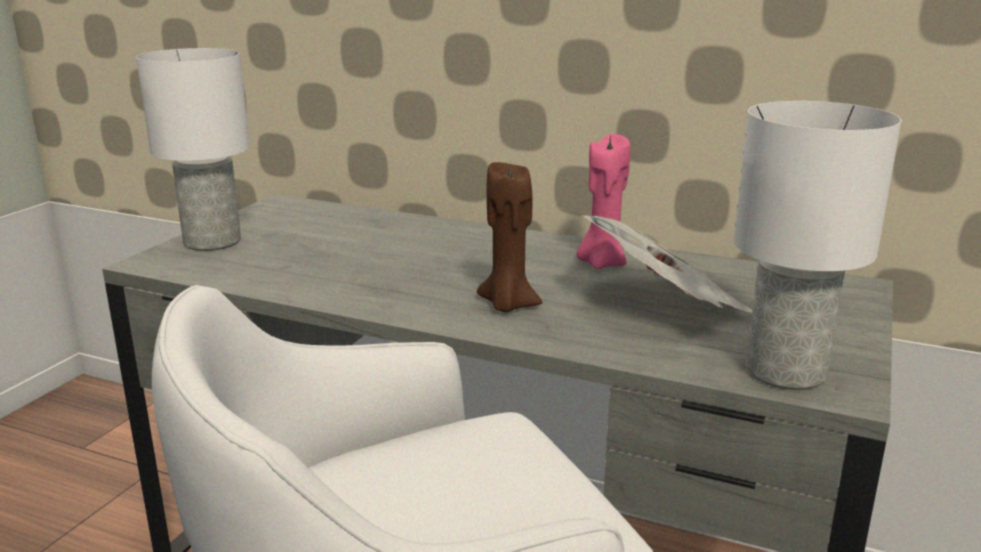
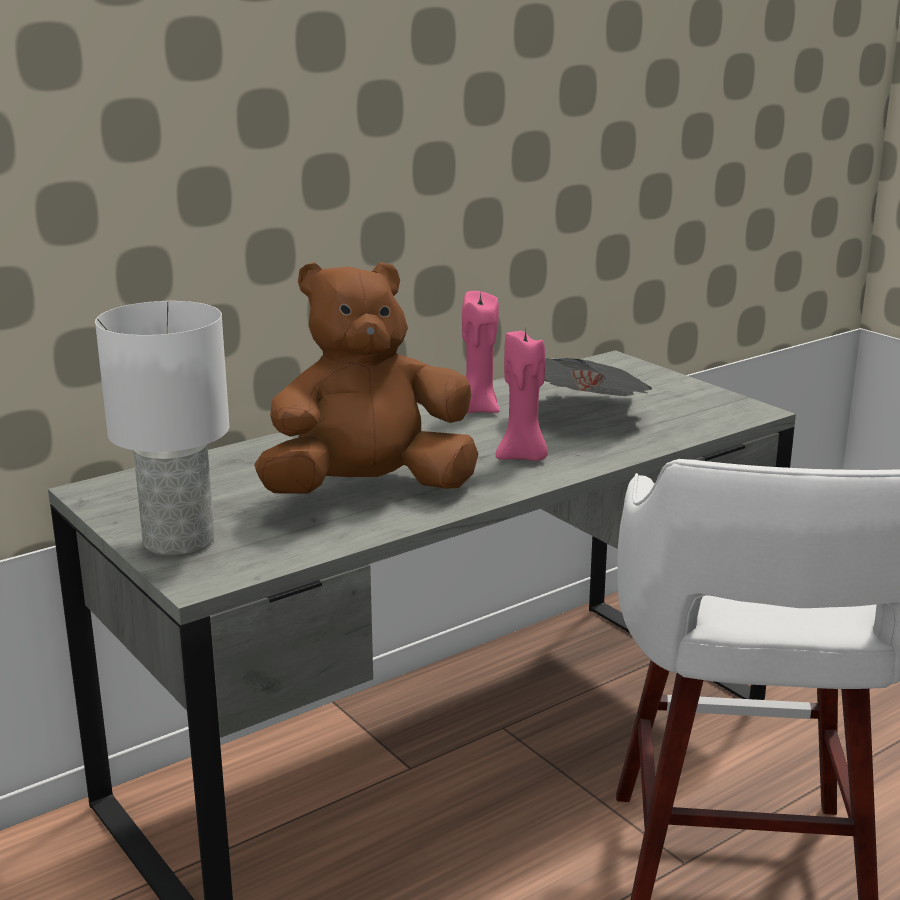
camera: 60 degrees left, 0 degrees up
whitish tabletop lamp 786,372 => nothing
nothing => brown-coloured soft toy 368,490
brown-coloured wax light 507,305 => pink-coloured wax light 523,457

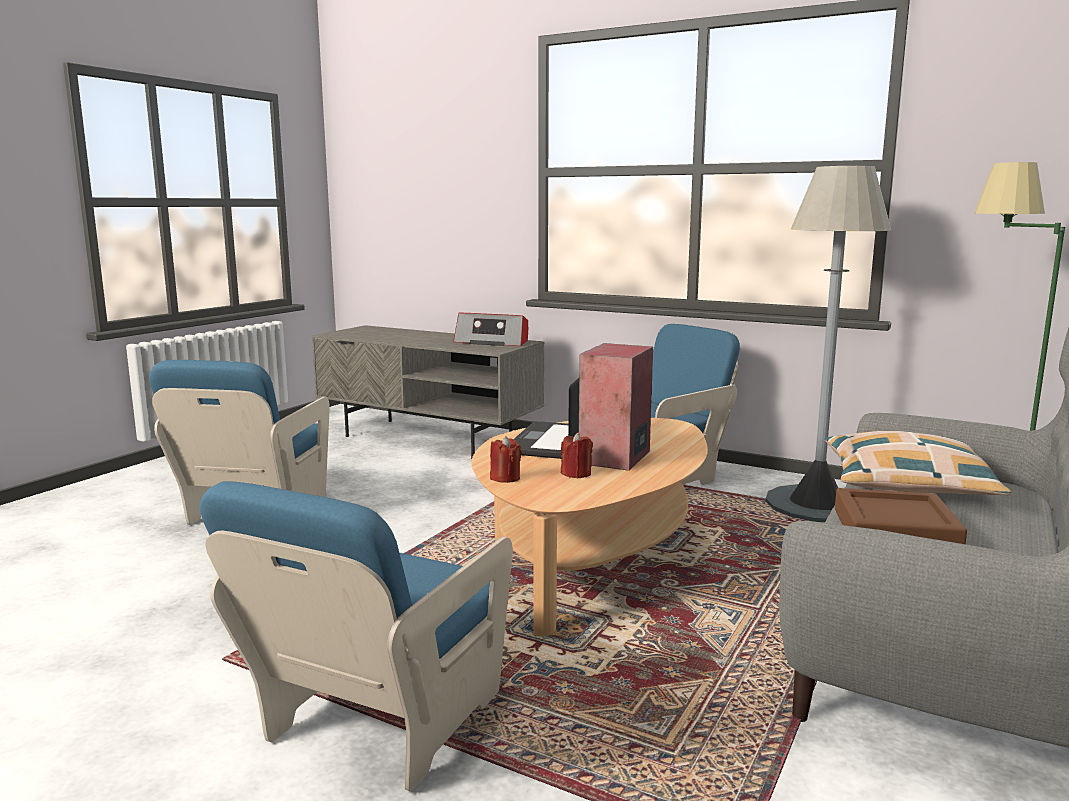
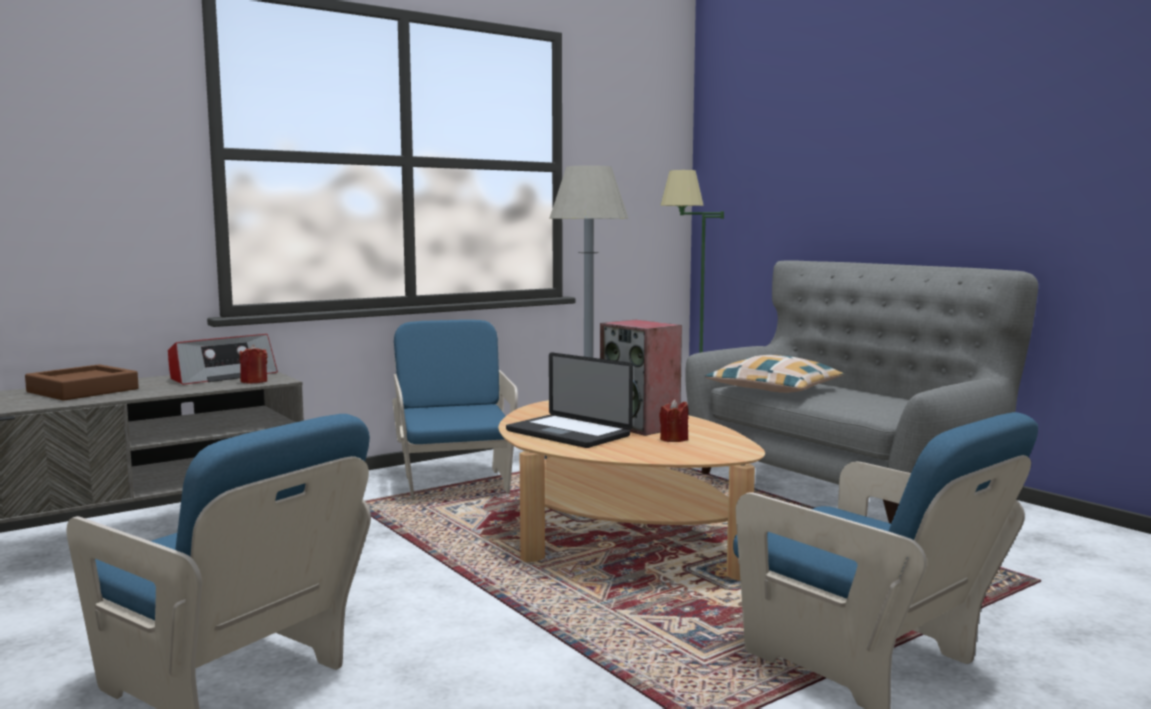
camera: 65 degrees left, 5 degrees down
red wax light 505,478 => red wax light 254,381, moved
brown-coloured tray 895,530 => brown-coloured tray 83,390, moved

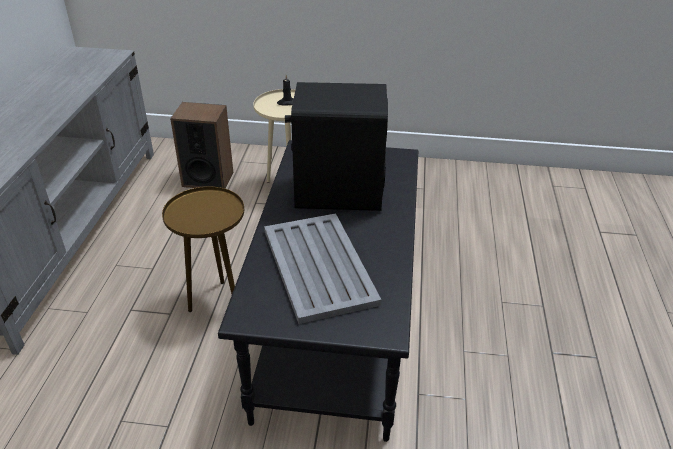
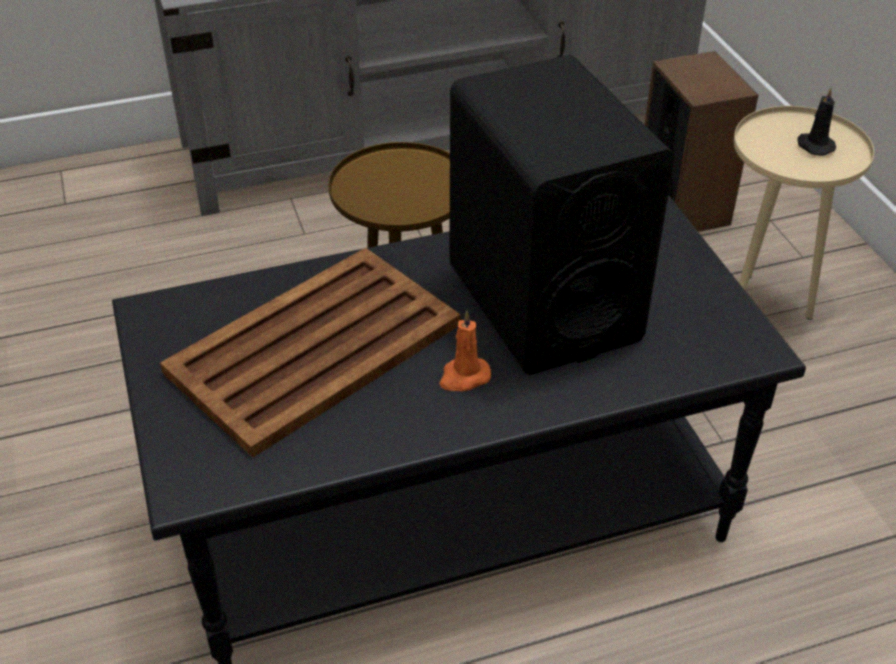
camera: 65 degrees right, 5 degrees up
nothing => orange-coloured wax light 464,377
grey tray 319,267 => brown-coloured tray 311,349

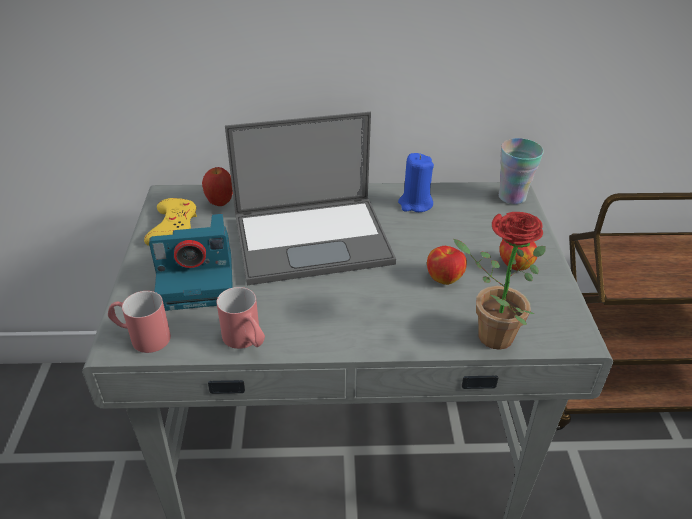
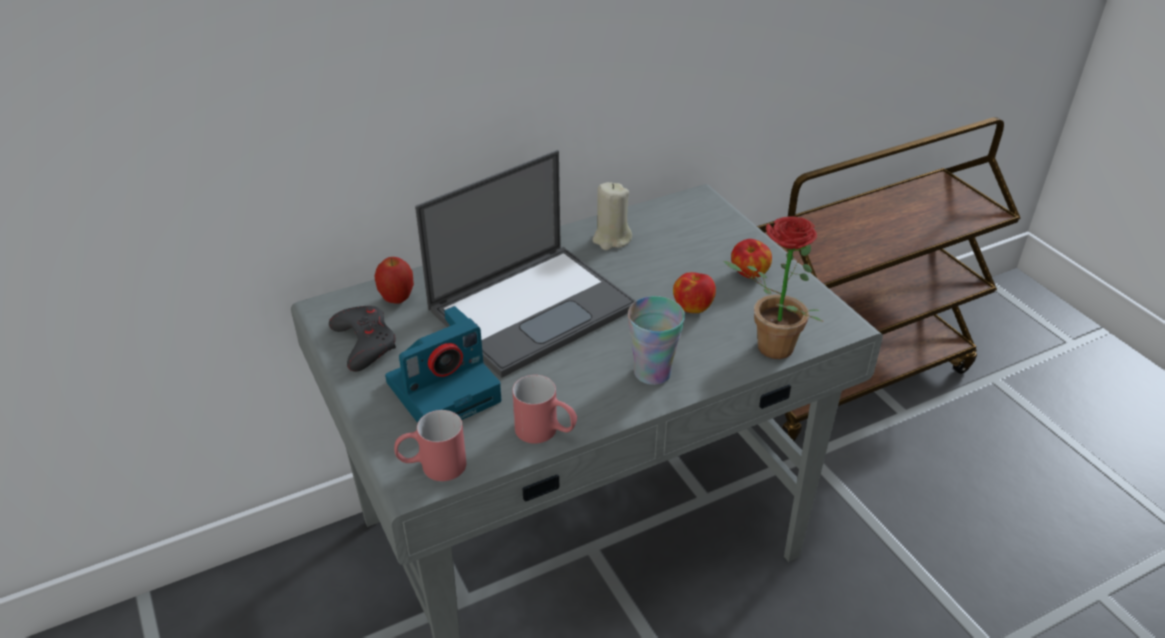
camera: 25 degrees left, 0 degrees up
small cup 512,197 => small cup 652,372, moved
yellow-coloured game controller 173,227 => grey game controller 364,342
bluish wax light 415,204 => sand-coloured wax light 611,239

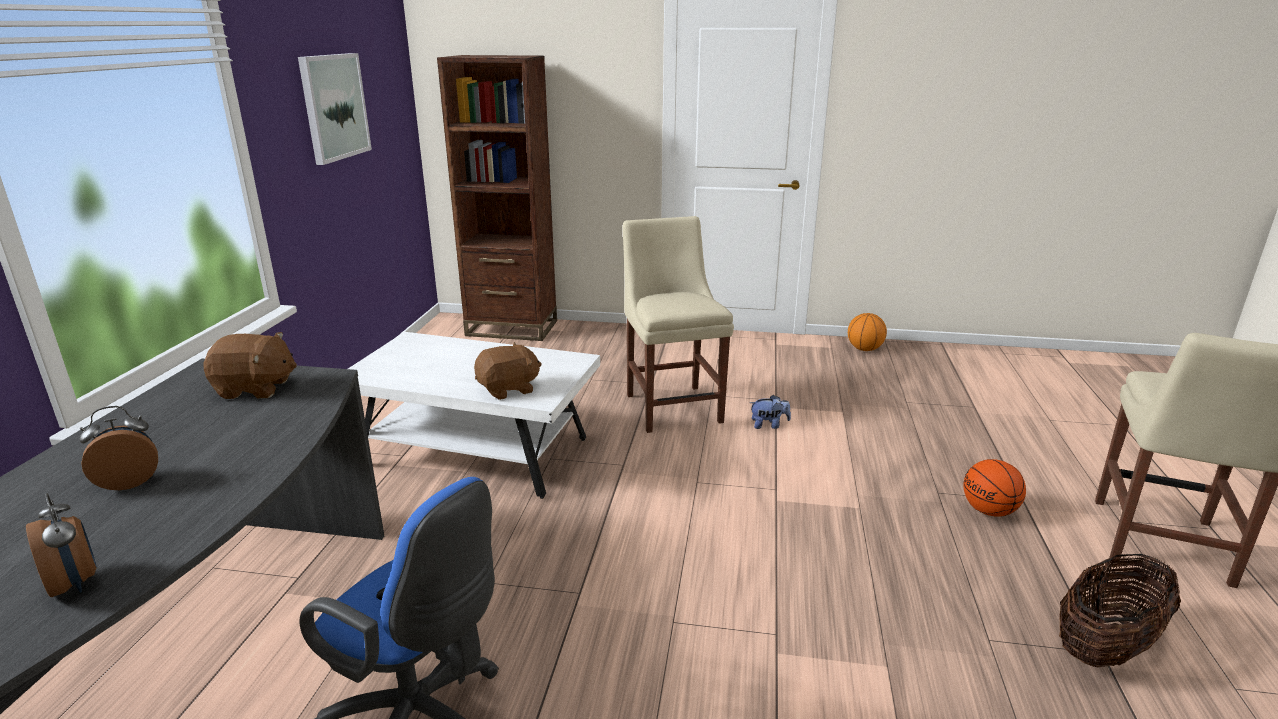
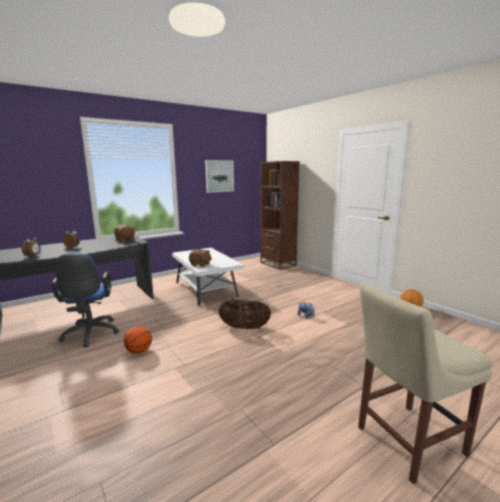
camera: 45 degrees right, 10 degrees down
sand-coloured upright chair 672,406 => nothing
ball for basketball 989,511 => ball for basketball 139,351, moved
basket 1105,646 => basket 244,327, moved

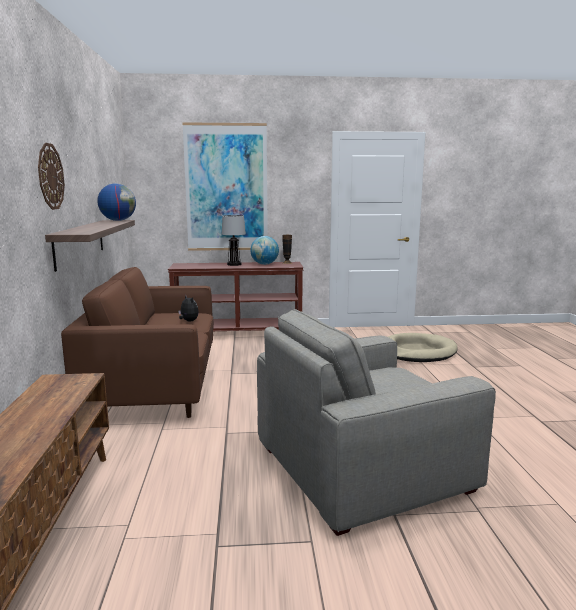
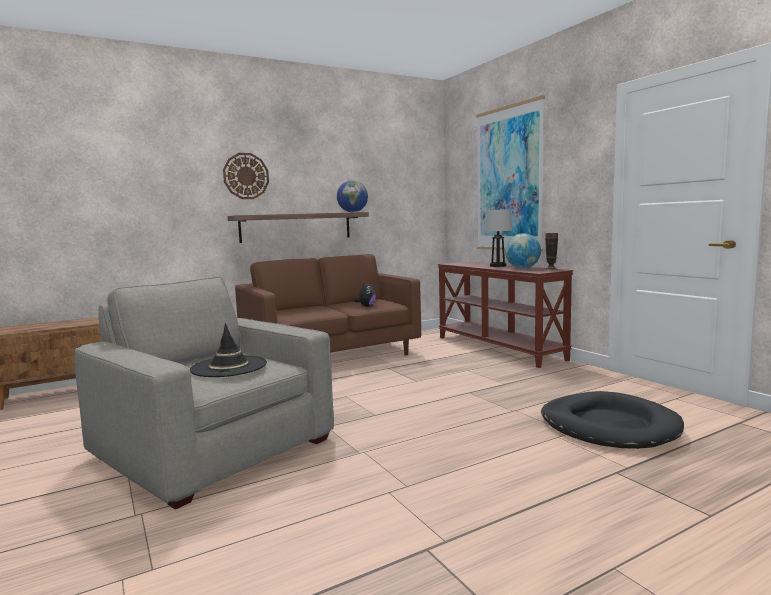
camera: 65 degrees right, 5 degrees down
nothing => black-coloured wearable hat 229,367
sand-coloured pet bed 416,352 => black-coloured pet bed 608,426

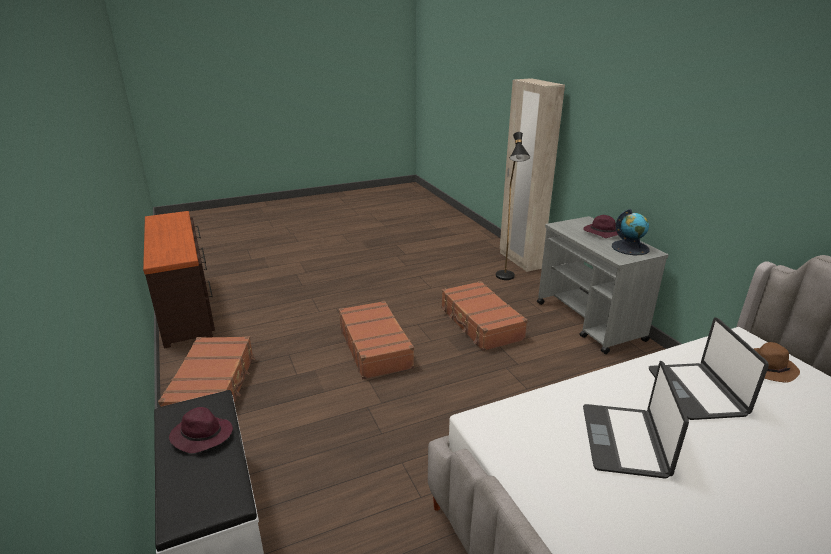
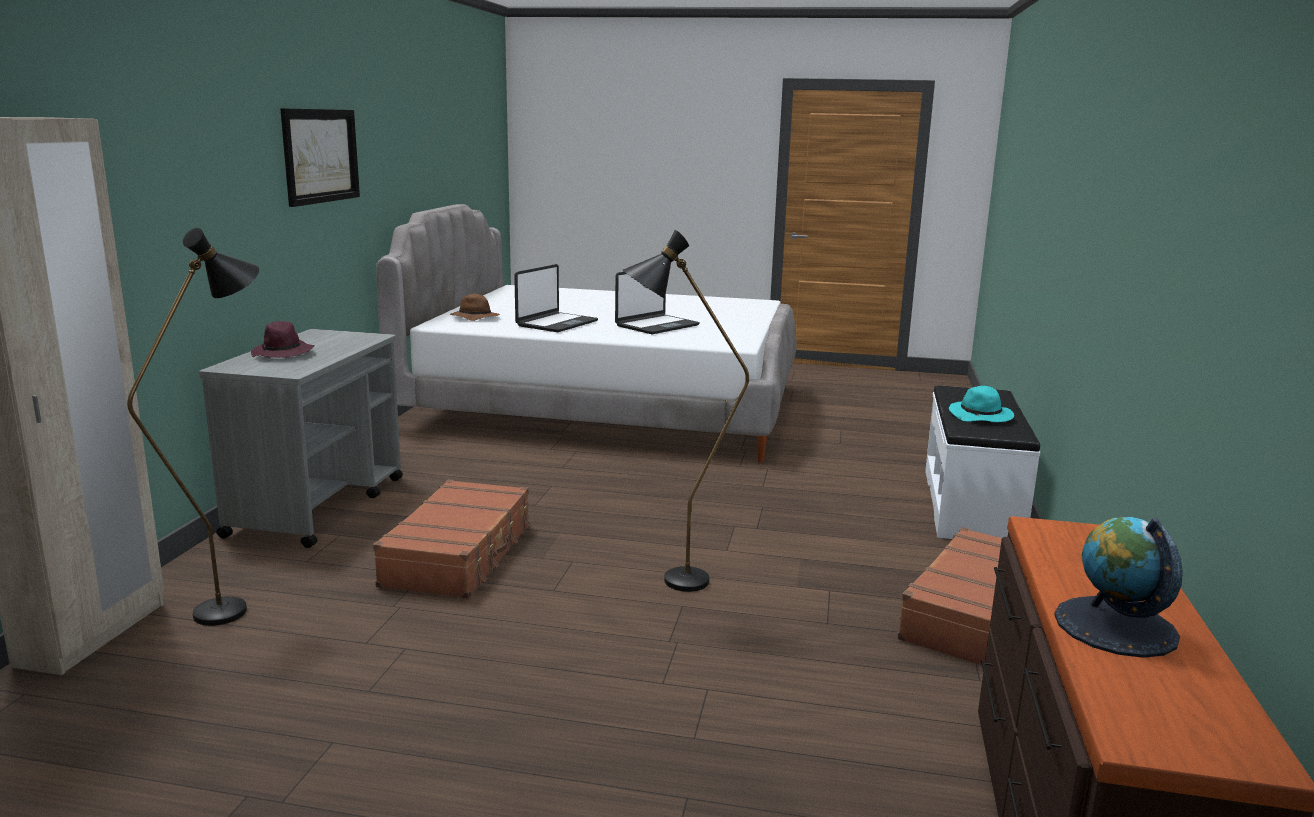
camera: 145 degrees left, 10 degrees down
nothing => wall picture 320,156
globe 630,247 => globe 1115,626, moved
brown-coloured suitcase 375,347 => black-coloured standard lamp 669,582
purple-coloured wearable hat 201,435 => turquoise-coloured wearable hat 981,416

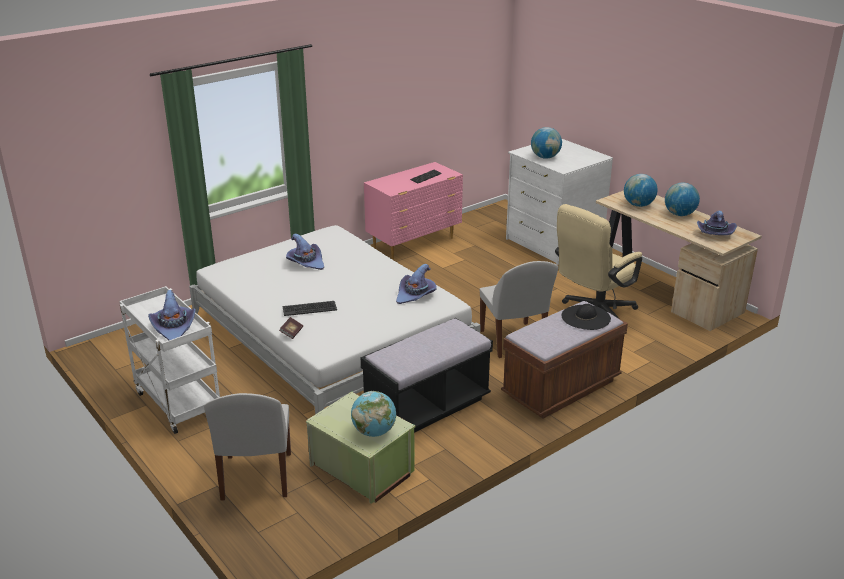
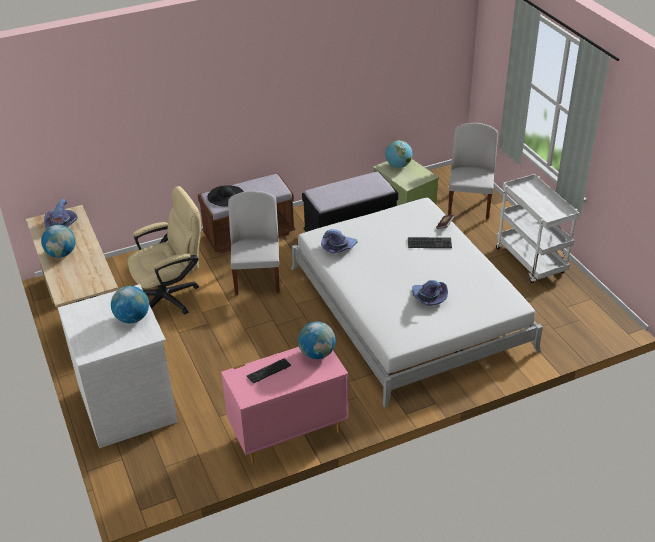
camera: 165 degrees left, 10 degrees up
purple-coloured wearable hat 174,327 => nothing
globe 638,205 => globe 317,353, moved

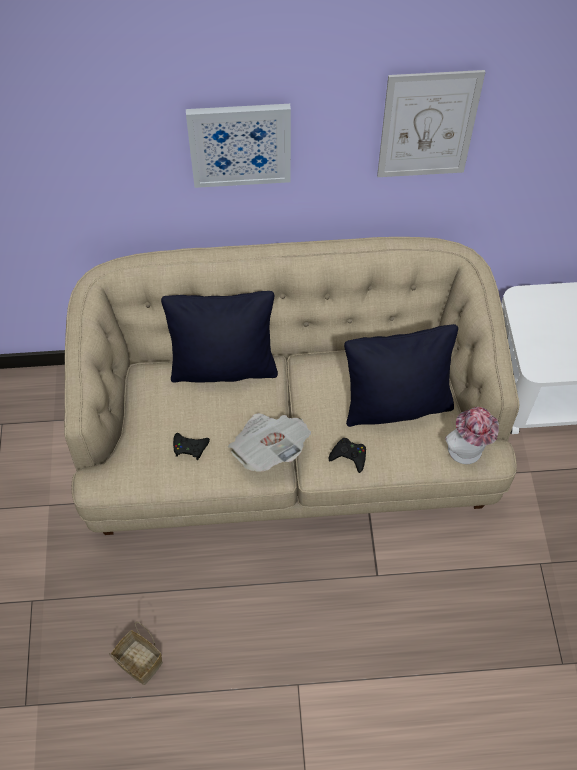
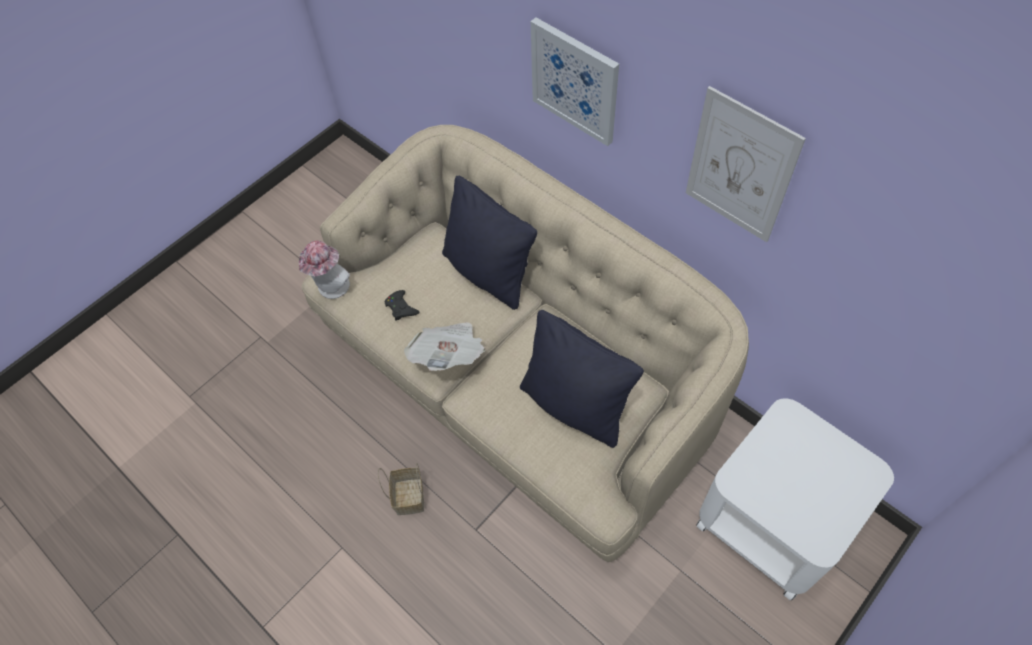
camera: 50 degrees right, 0 degrees up
black-coloured game controller 349,456 => nothing
basket 138,662 => basket 408,495, moved
wearable hat 467,453 => wearable hat 331,289, moved

